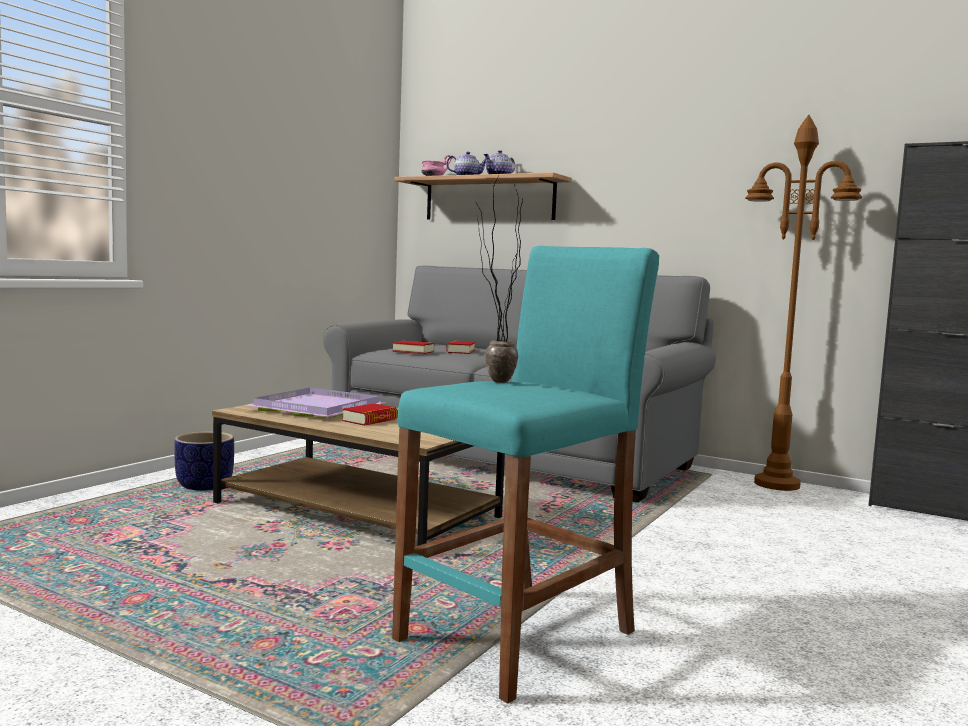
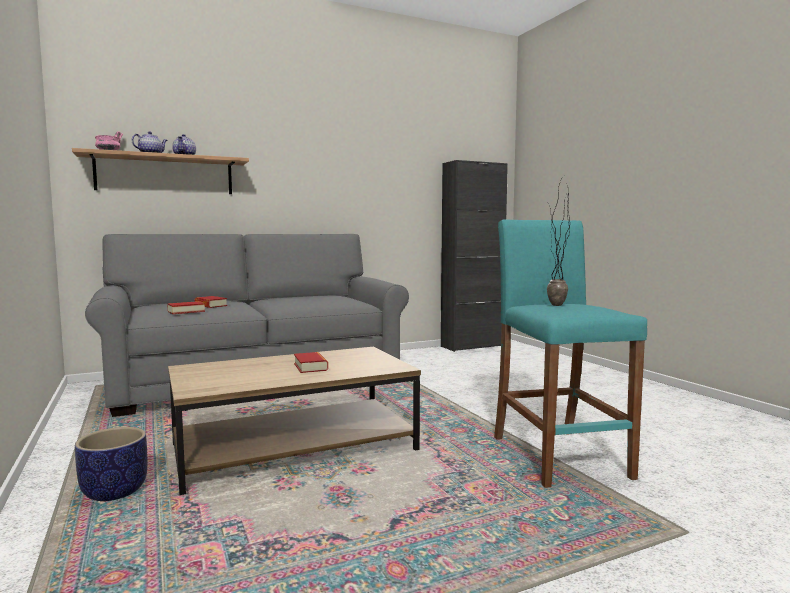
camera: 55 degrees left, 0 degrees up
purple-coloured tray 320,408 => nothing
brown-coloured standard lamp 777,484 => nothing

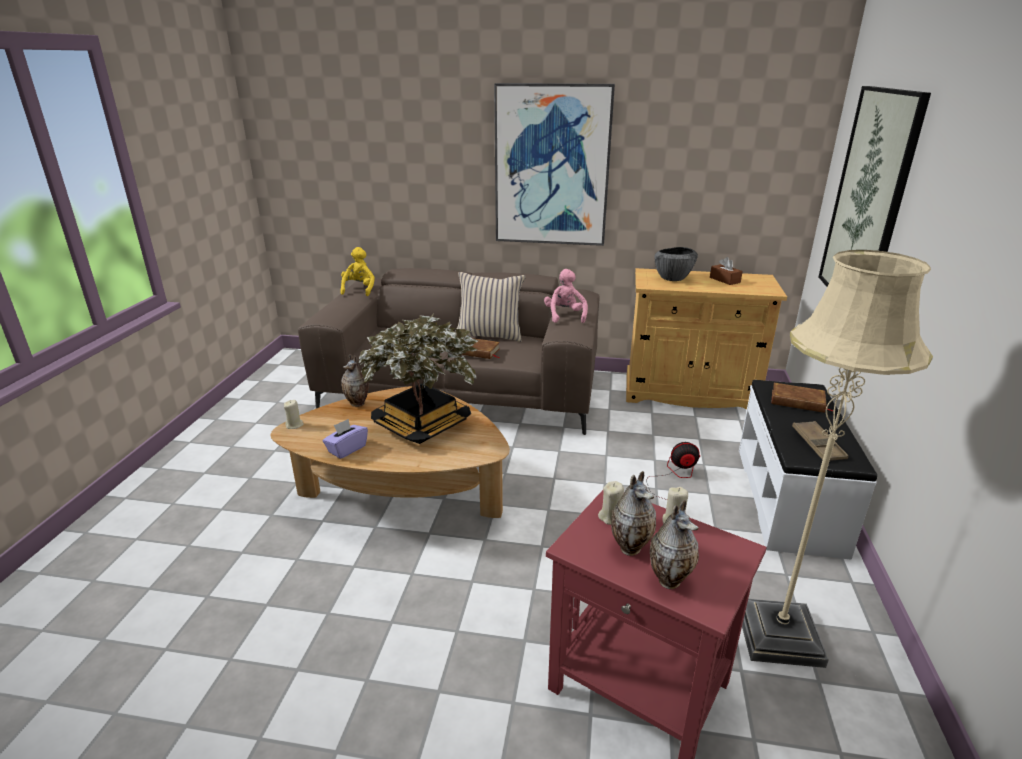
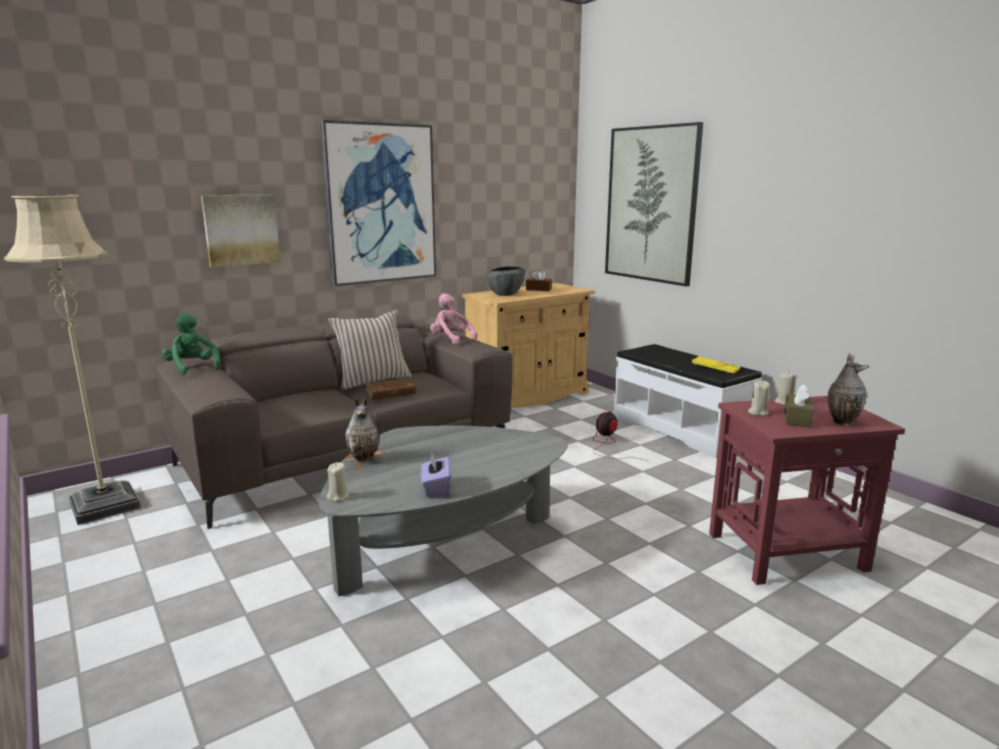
camera: 45 degrees left, 10 degrees down
potted plant 421,425 => nothing
brown-coloured volume 797,401 => nothing
nothing => wall picture 241,230
sand-coloured standard lamp 778,634 => sand-coloured standard lamp 105,505, moved
vase 631,546 => brown-coloured box of tissues 797,419
brown-coloured low table 402,495 => grey low table 444,544
yellow-coloured soft toy 359,290 => green-coloured soft toy 192,368
brown-coloured tray 818,445 => yellow-coloured tray 715,368

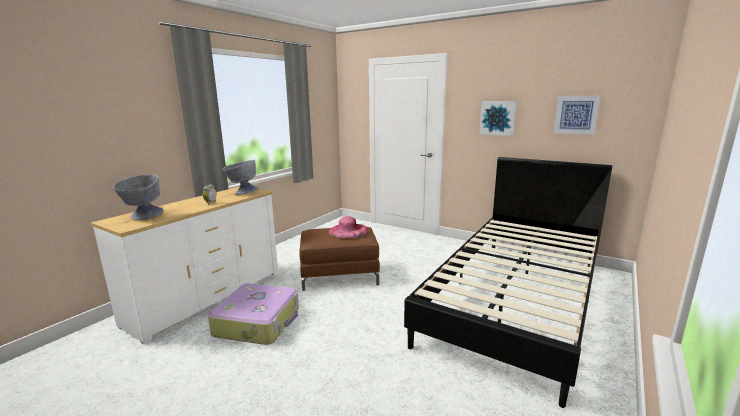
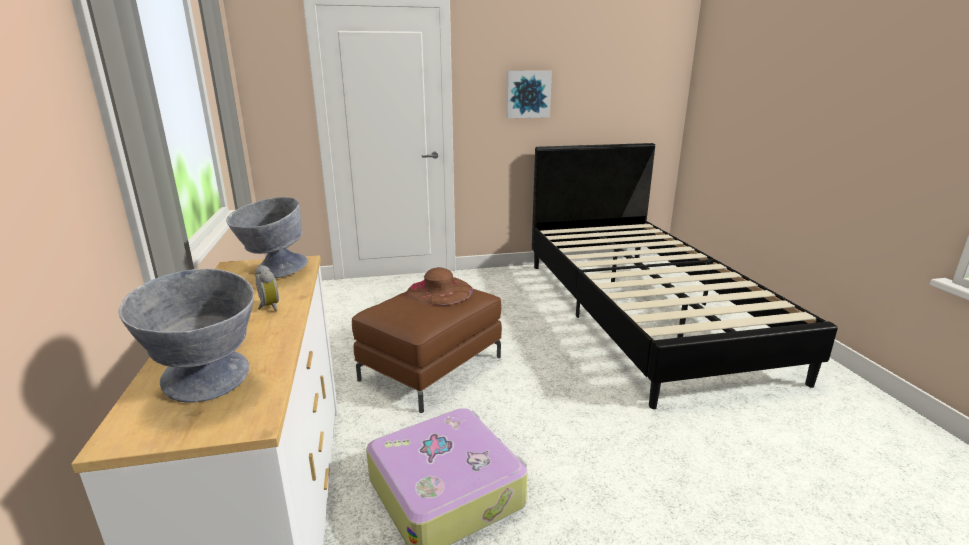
camera: 45 degrees left, 5 degrees up
wall picture 576,114 => nothing
pink-coloured wearable hat 348,230 => brown-coloured wearable hat 439,291

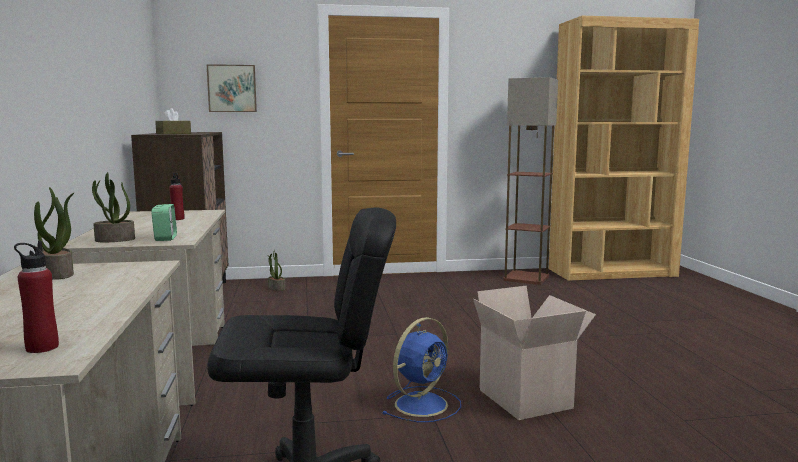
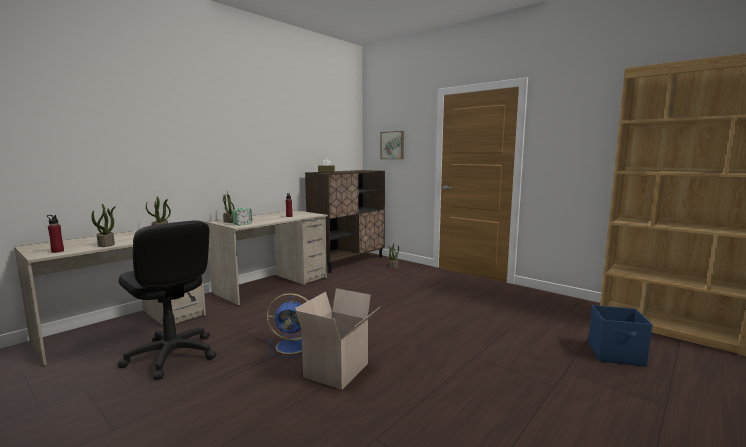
camera: 50 degrees right, 0 degrees up
standard lamp 527,278 => nothing
nothing => potted plant 106,244
nothing => bluish storage box 616,354

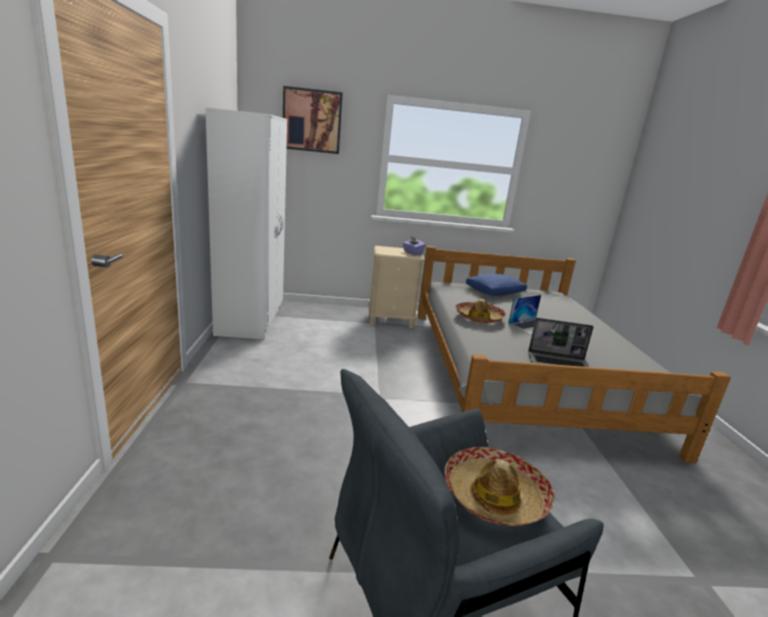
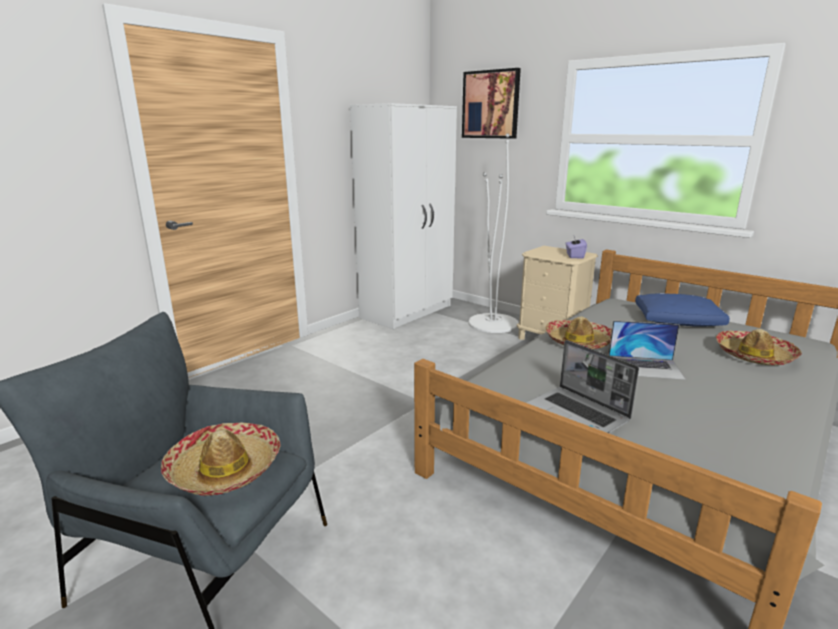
camera: 45 degrees right, 0 degrees up
nothing => whitish standard lamp 493,323
nothing => wearable hat 754,355

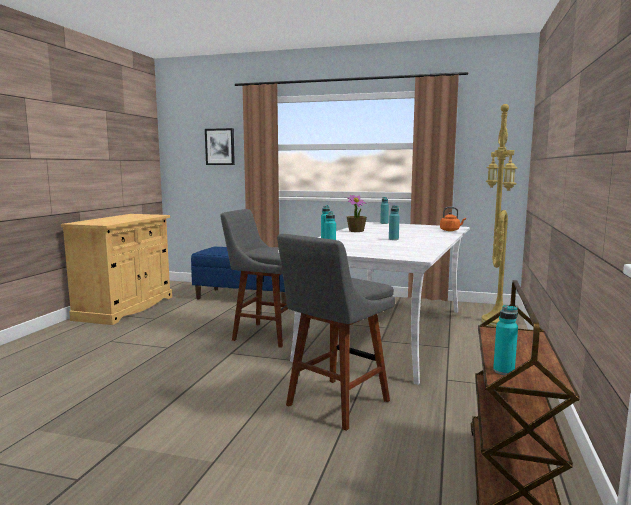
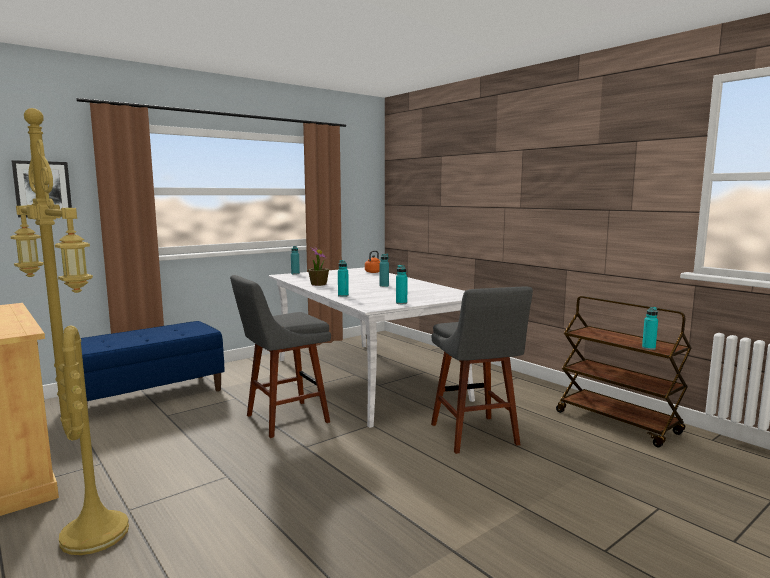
camera: 55 degrees left, 0 degrees up
yellow-coloured standard lamp 495,321 => yellow-coloured standard lamp 89,535, moved

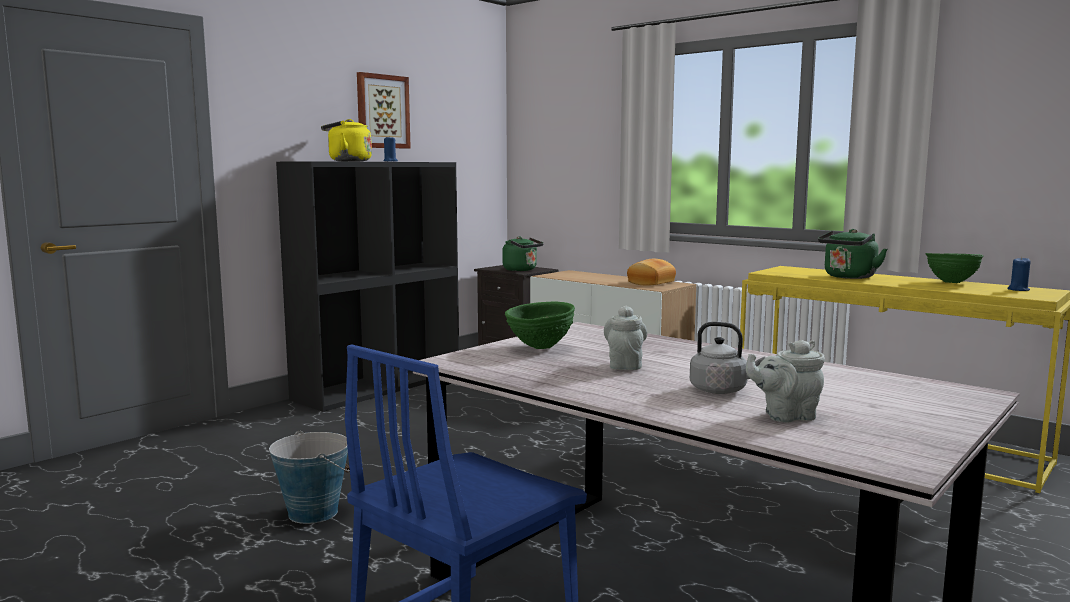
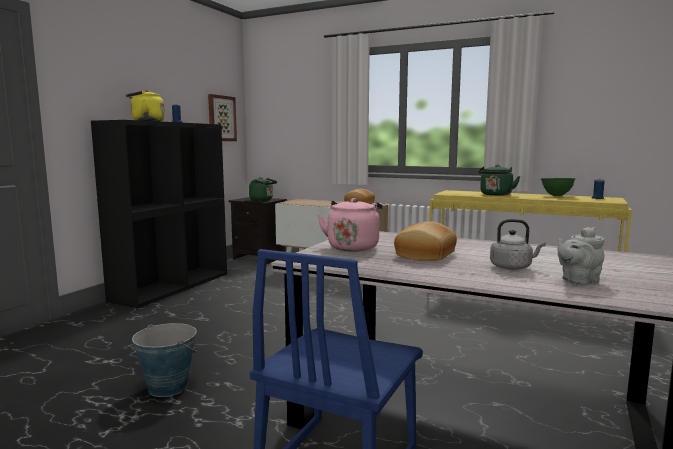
camera: 15 degrees left, 0 degrees up
wall picture 382,111 => wall picture 221,118, moved
green-coloured deep dish 540,348 => pink-coloured tea kettle 353,247
grey tea pot 625,365 => bread 426,255

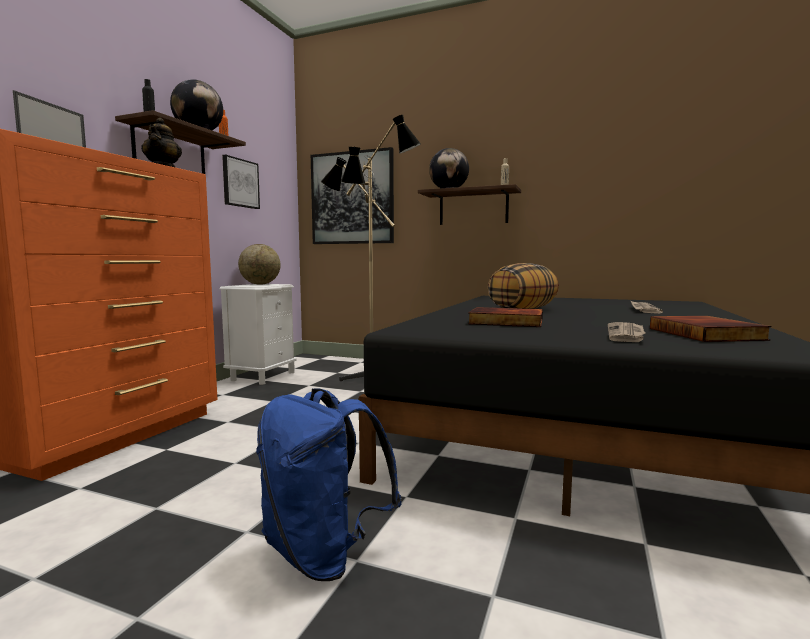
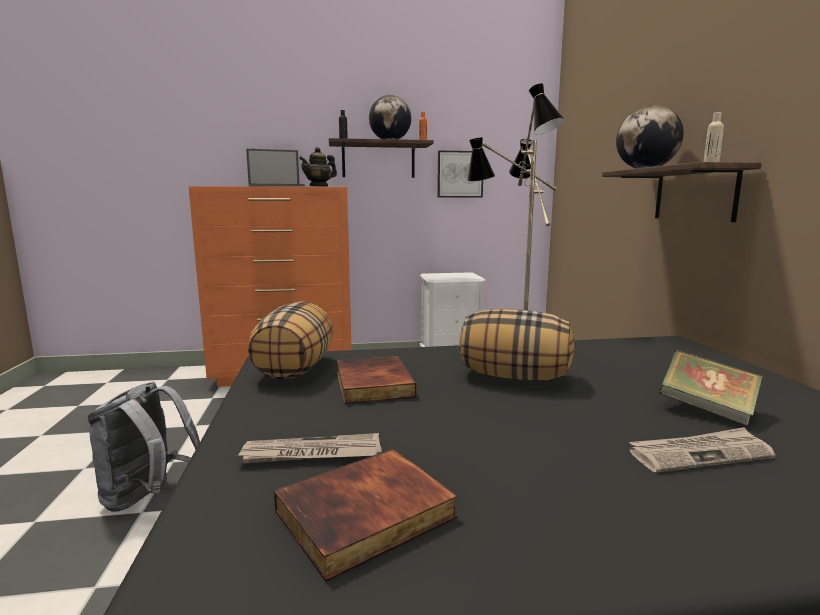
camera: 60 degrees right, 5 degrees up
globe 260,284 => nothing
wall picture 352,198 => nothing
nothing => pillow 295,370
nothing => volume 706,410
bluish backpack 323,554 => grey backpack 148,497

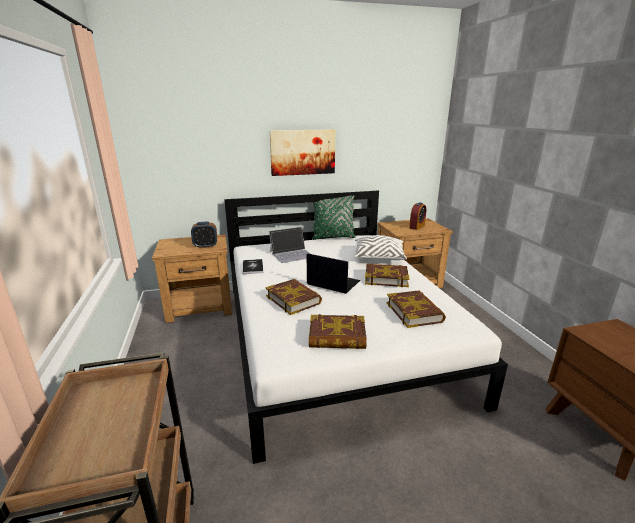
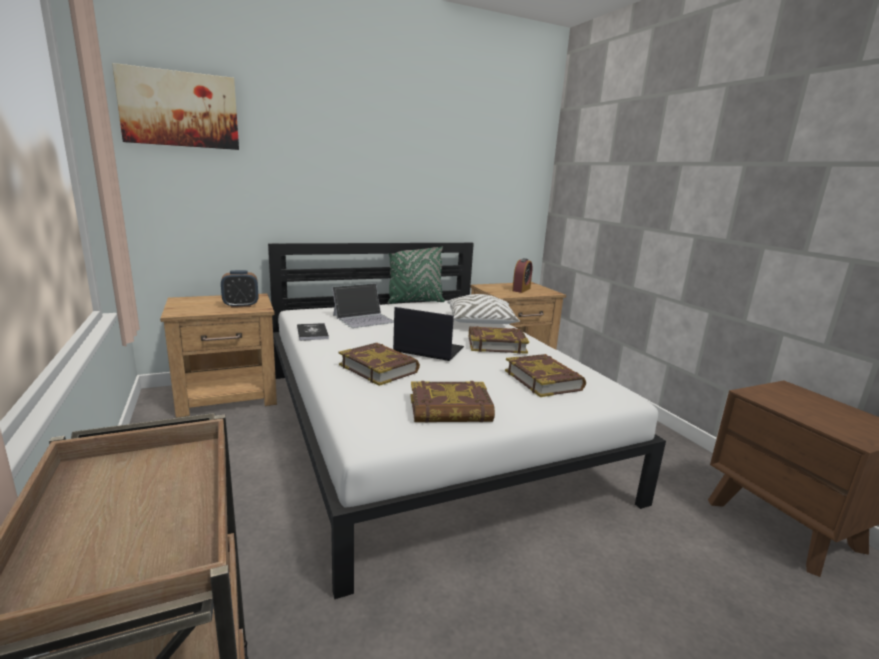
camera: 10 degrees left, 5 degrees down
wall picture 302,152 => wall picture 180,109, moved

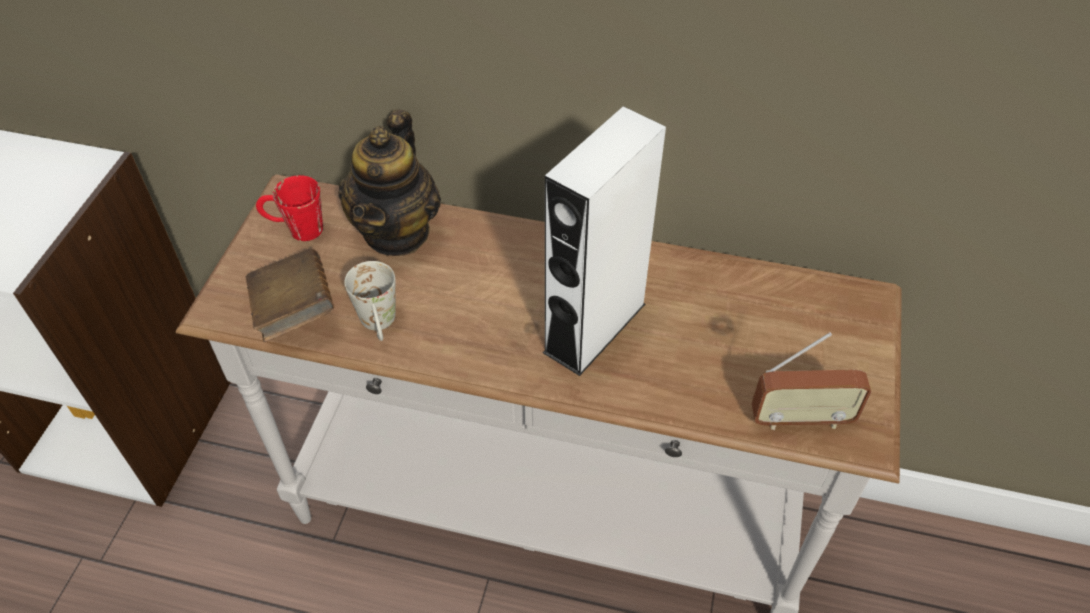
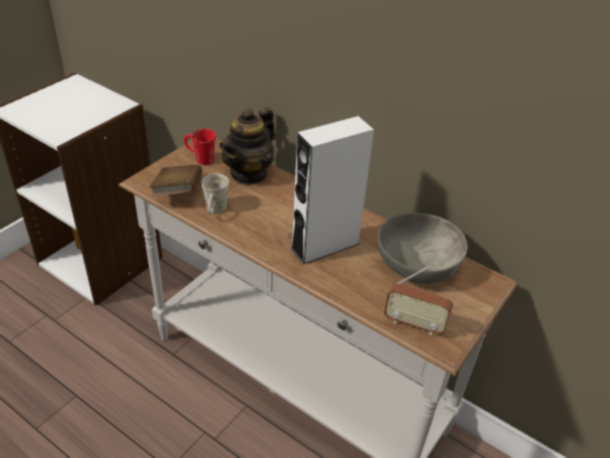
camera: 20 degrees right, 10 degrees down
nothing => grey deep dish 416,264

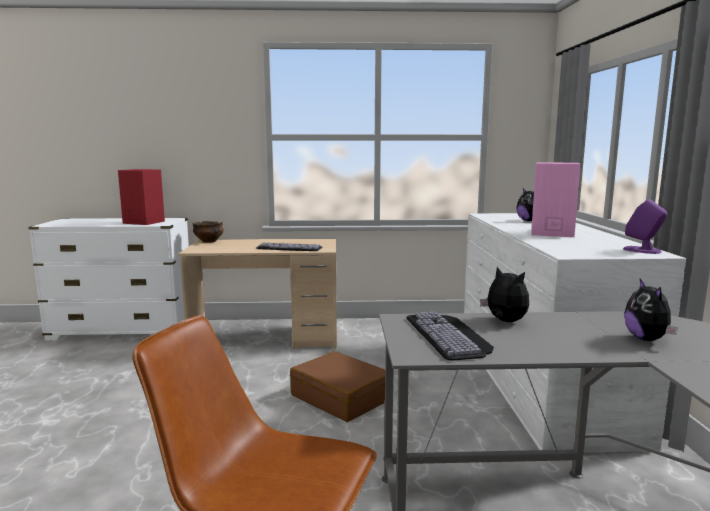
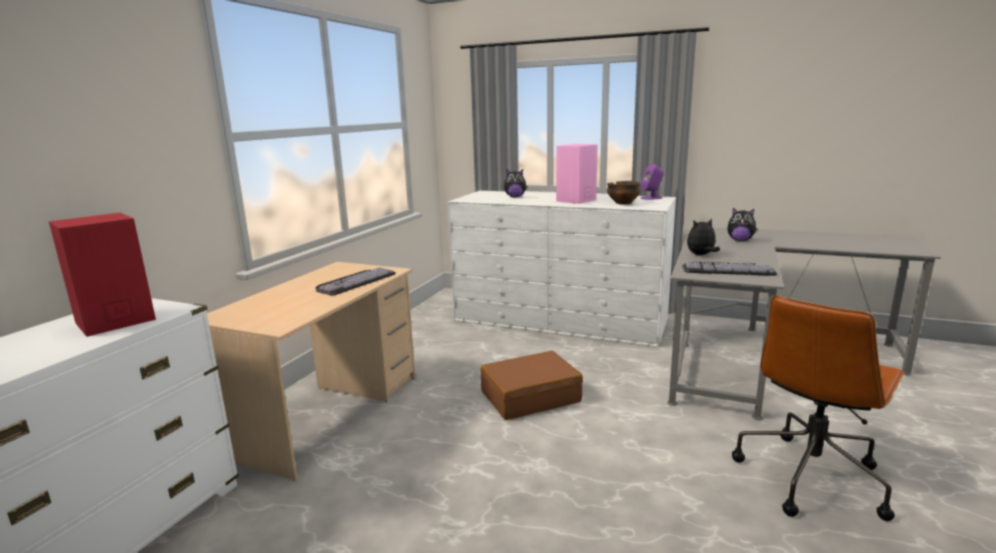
camera: 65 degrees left, 5 degrees up
deep dish 209,241 => deep dish 623,203, moved

